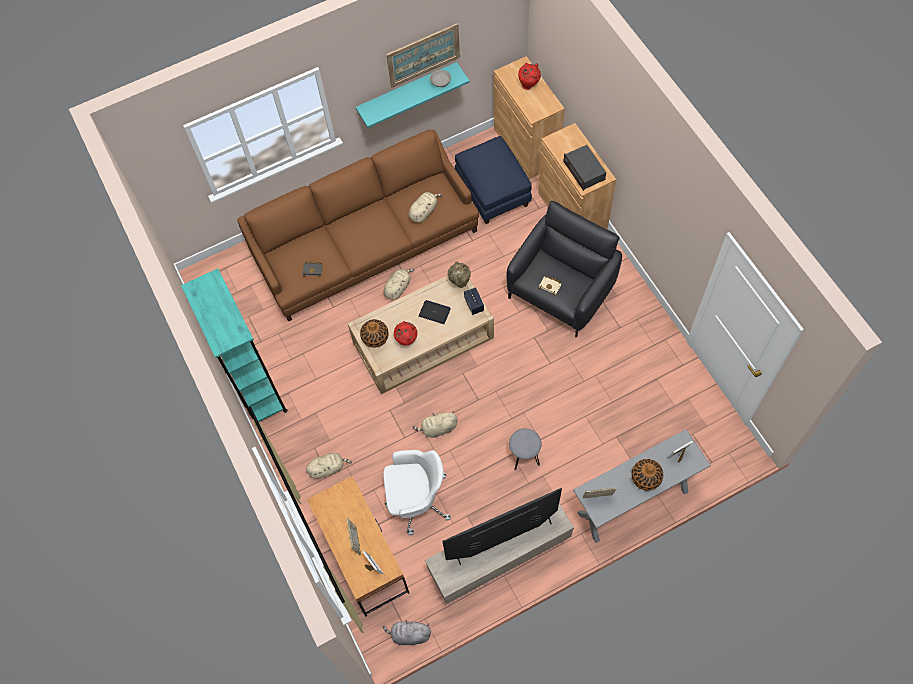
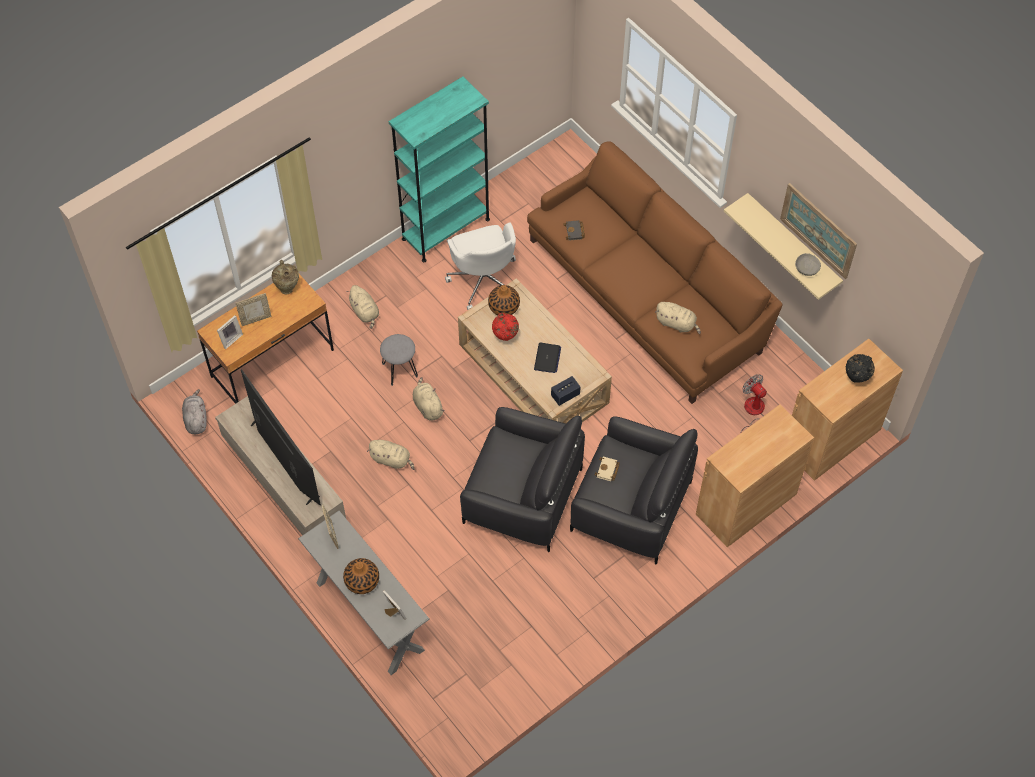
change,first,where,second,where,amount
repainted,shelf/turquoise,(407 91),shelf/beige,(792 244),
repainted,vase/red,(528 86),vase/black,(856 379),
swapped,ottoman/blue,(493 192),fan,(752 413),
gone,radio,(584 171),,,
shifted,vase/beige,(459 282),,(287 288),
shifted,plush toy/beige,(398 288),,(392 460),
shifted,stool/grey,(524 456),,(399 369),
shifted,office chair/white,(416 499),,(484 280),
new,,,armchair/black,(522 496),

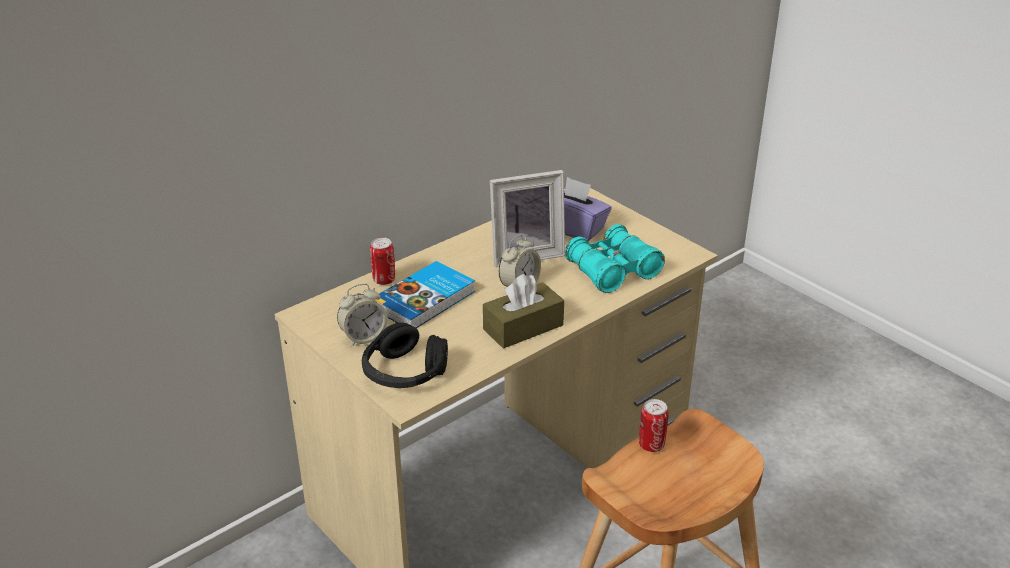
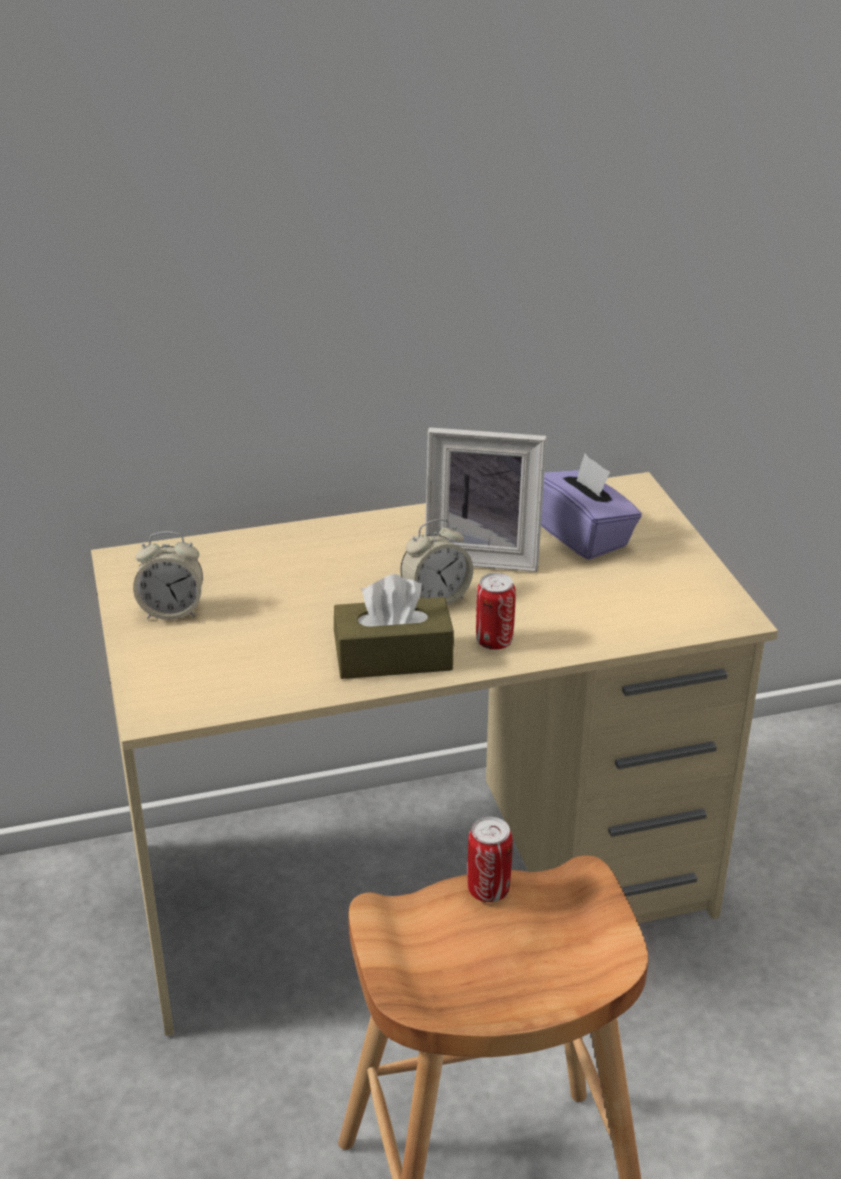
change,first,where,second,where,amount
gone,binoculars/turquoise,(613 271),,,
shifted,can,(384 280),,(494 641),
gone,book,(426 300),,,
gone,headphones/black,(404 372),,,

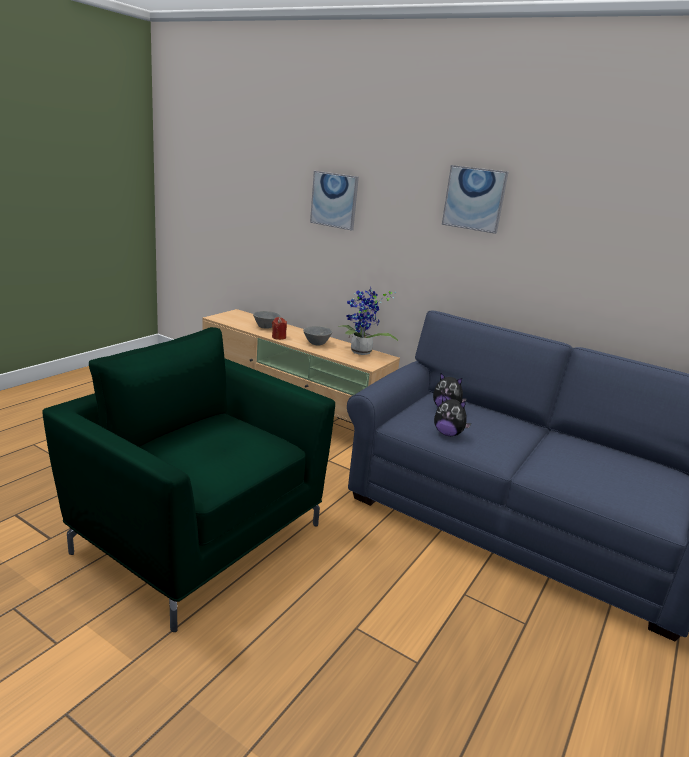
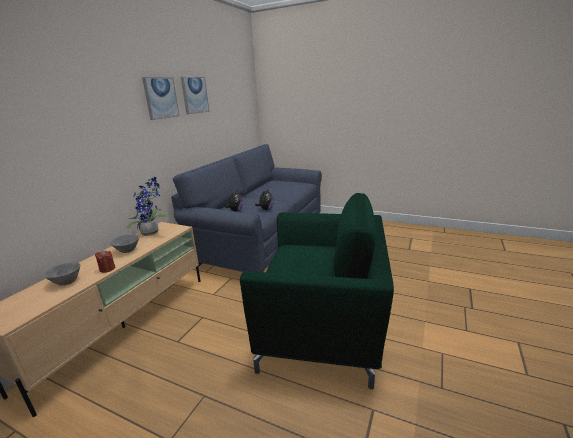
change,first,where,second,where,amount
shifted,picture,(334 200),,(194 95),
rotated,armchair/green,(199 535),,(323 328),105 degrees counterclockwise

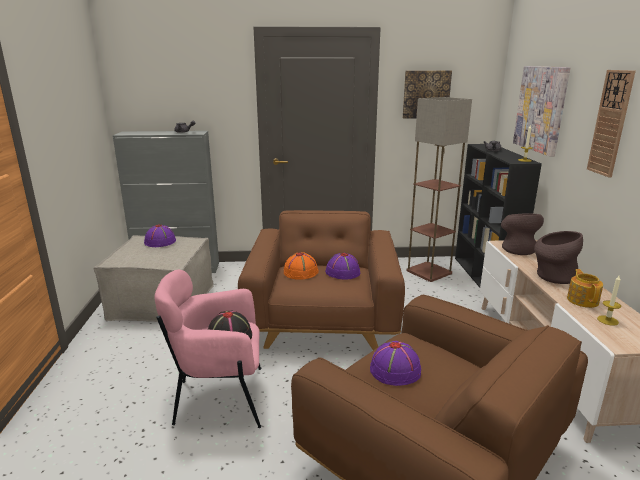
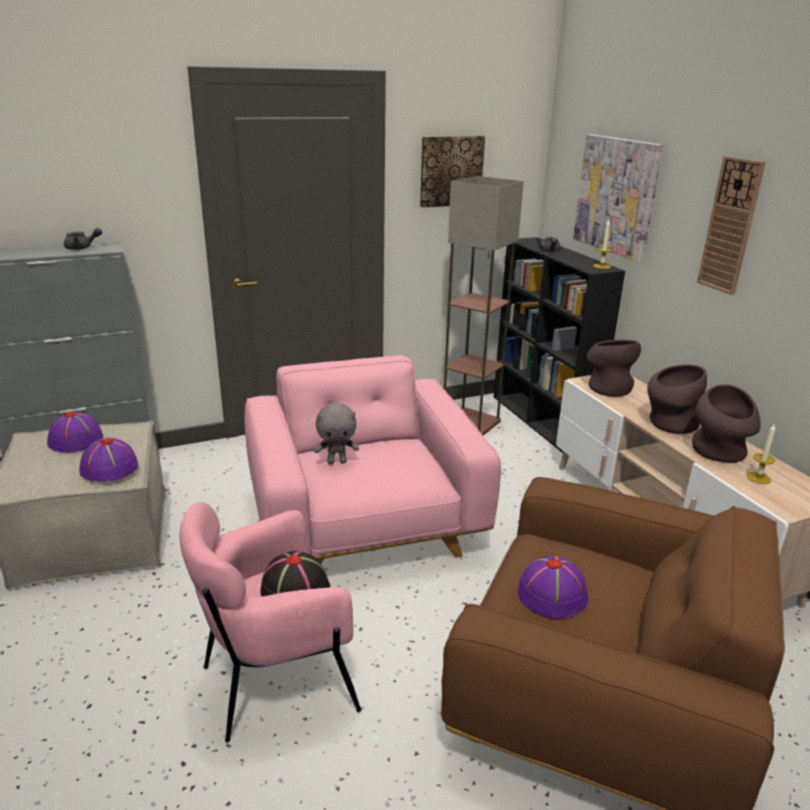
change,first,where,second,where,amount
repainted,armchair/brown,(323 320),armchair/pink,(364 523),
swapped,hat/orange,(301 272),plush toy/grey,(337 461),
shifted,hat/purple,(342 272),,(109 468),
swapped,teapot,(582 300),vase/brown,(719 454),

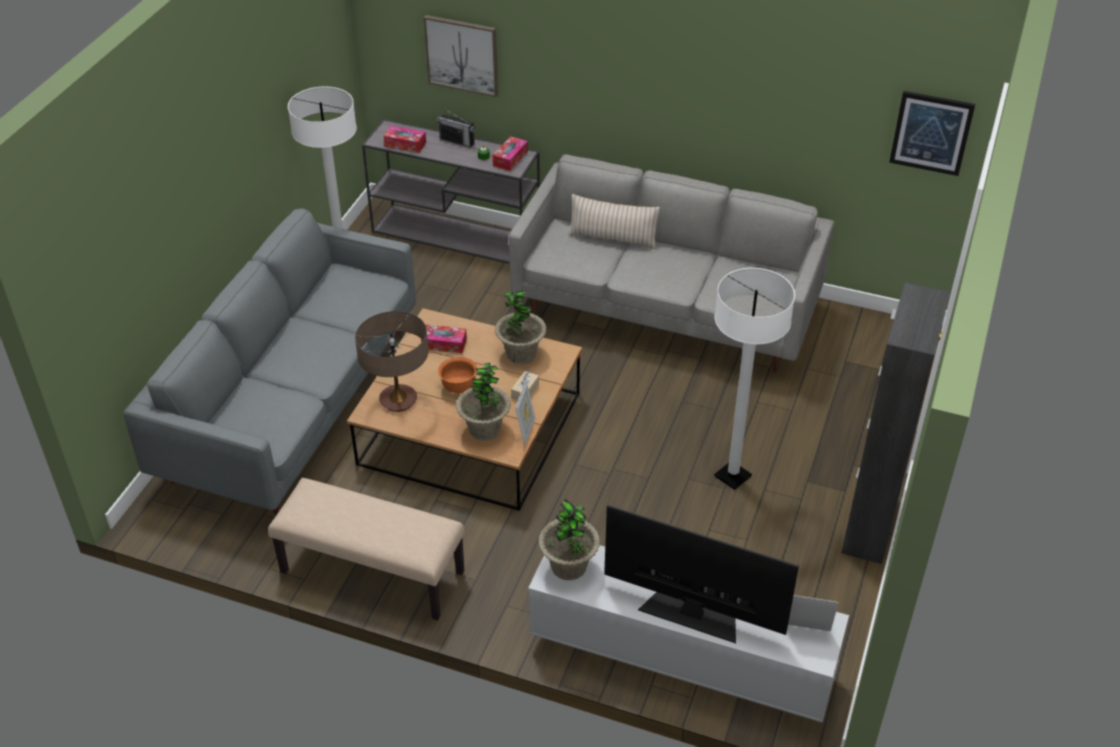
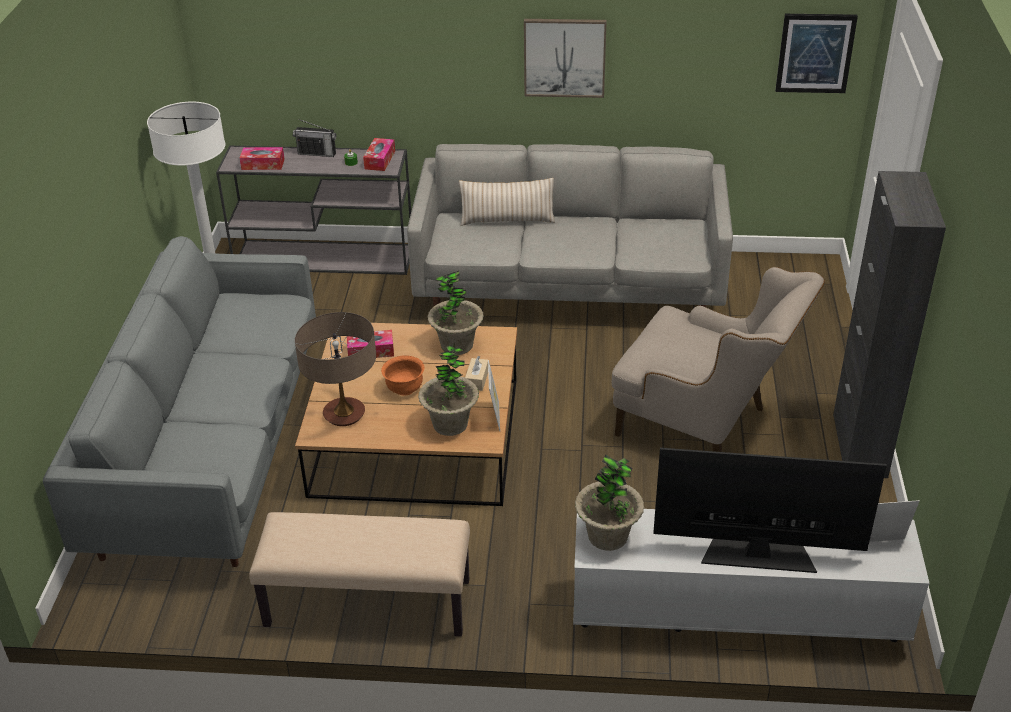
change,first,where,second,where,amount
shifted,picture,(462 55),,(564 57),
swapped,floor lamp/white,(732 476),armchair/beige,(705 427),

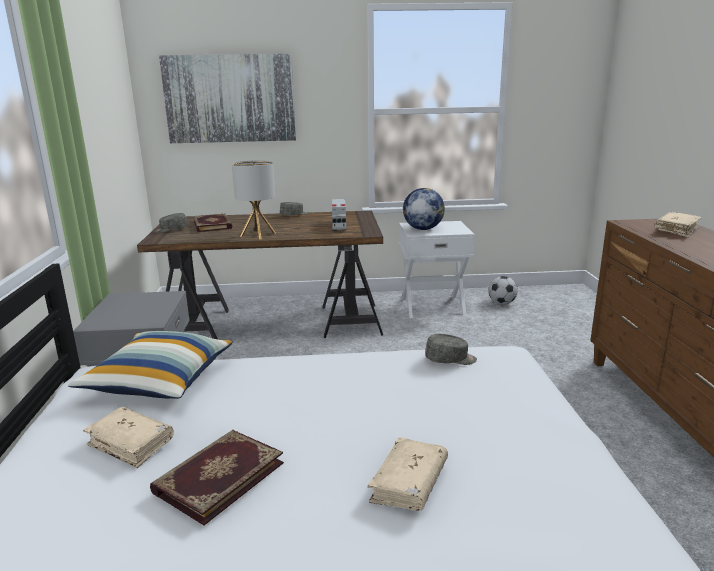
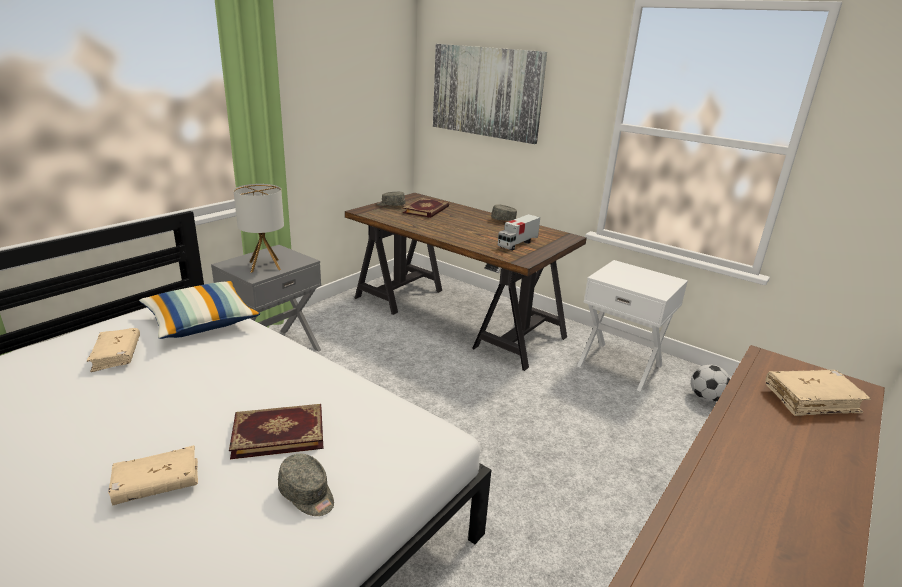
change,first,where,second,where,amount
shifted,table lamp,(258 234),,(265 265),
gone,globe,(422 229),,,
shifted,cap/grey,(450 359),,(307 495),
shifted,book,(218 477),,(278 432),

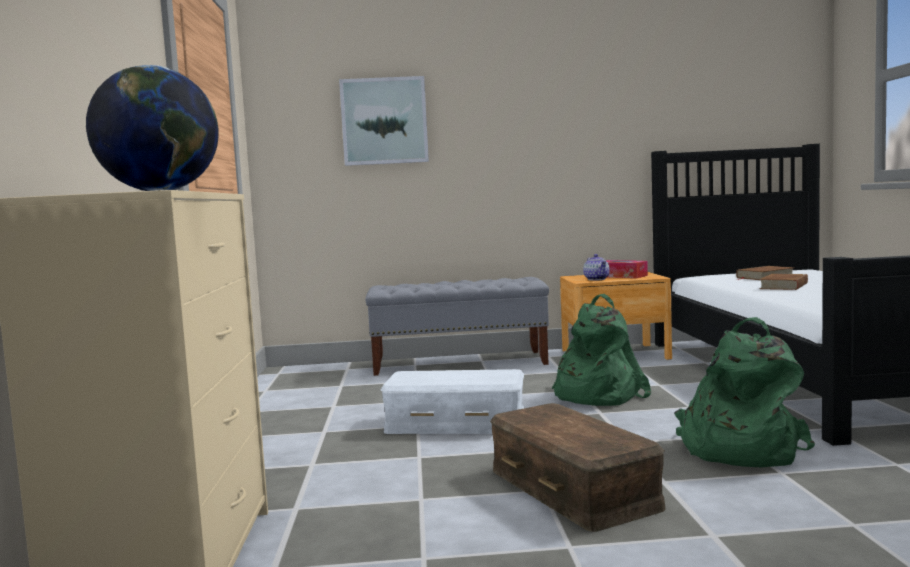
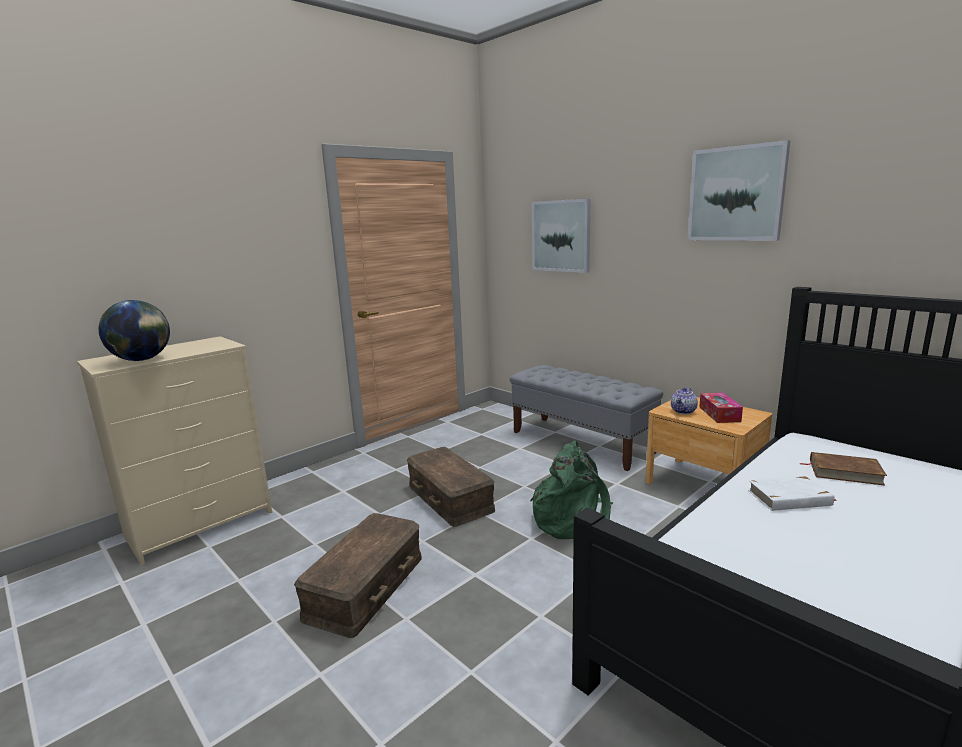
change,first,where,second,where,amount
repainted,book/brown,(784 286),book/white,(789 498),
gone,backpack/green,(737 449),,,
repainted,storage box/white,(456 422),storage box/brown,(451 497),
new,,,picture,(736 194),

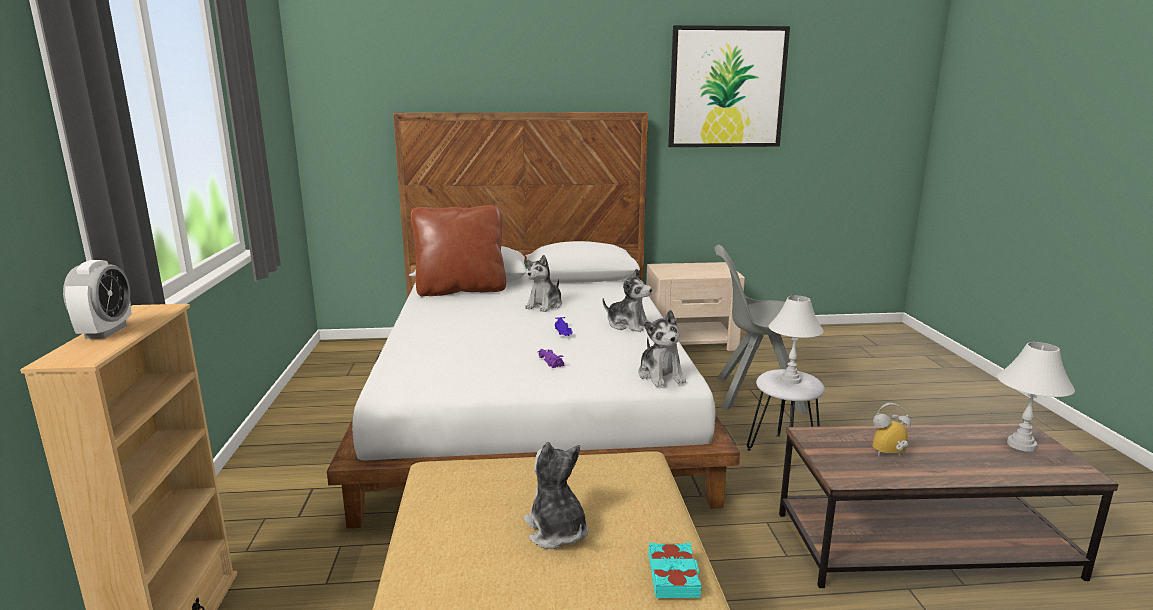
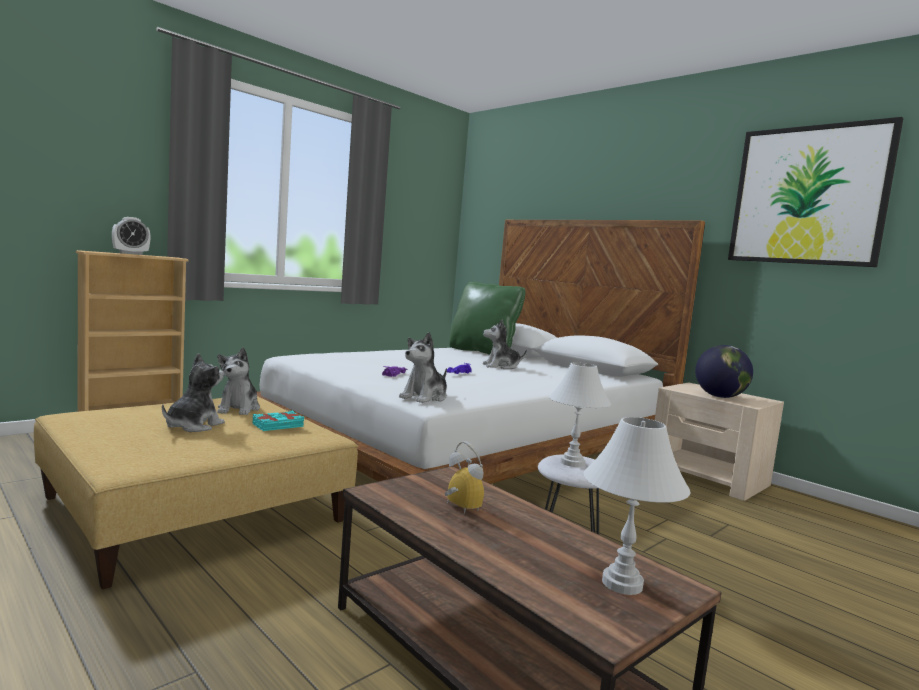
change,first,where,second,where,amount
repainted,pillow/brown,(461 290),pillow/green,(483 352),
gone,chair/grey,(756 395),,,
shifted,plush toy,(628 325),,(239 409),
shifted,book/turquoise,(674 575),,(278 425),
new,,,globe,(720 397),

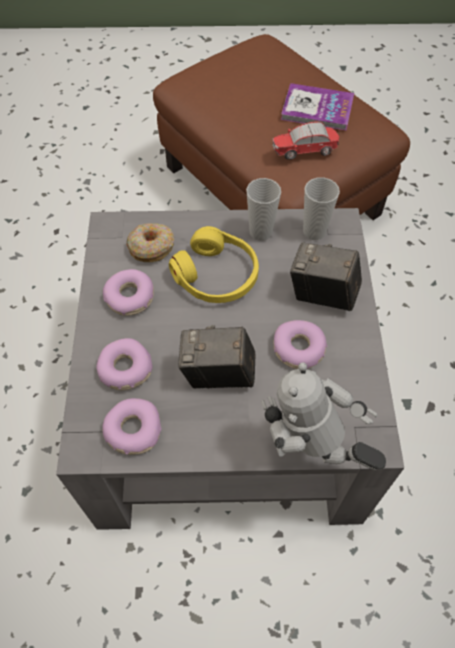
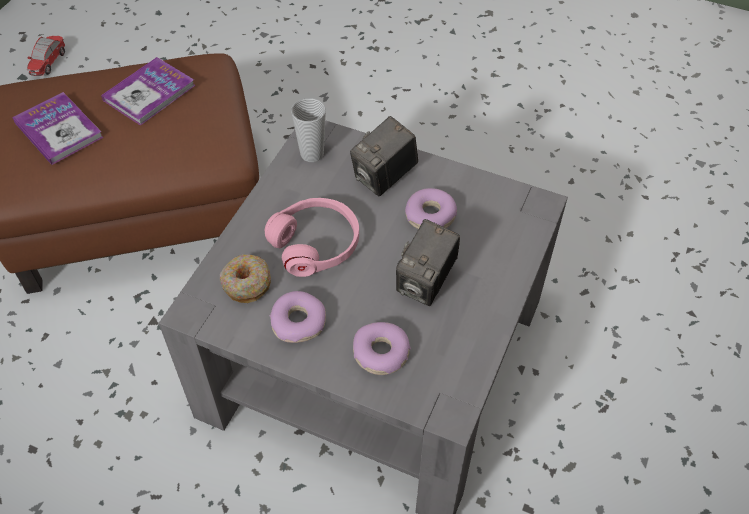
change,first,where,second,where,amount
shifted,toy car,(305 151),,(49 63),
gone,cup,(260 232),,,
repainted,headphones/yellow,(216 275),headphones/pink,(315 244),
gone,toy robot,(310 454),,,
gone,donut,(133 430),,,
new,,,book,(58 130),

